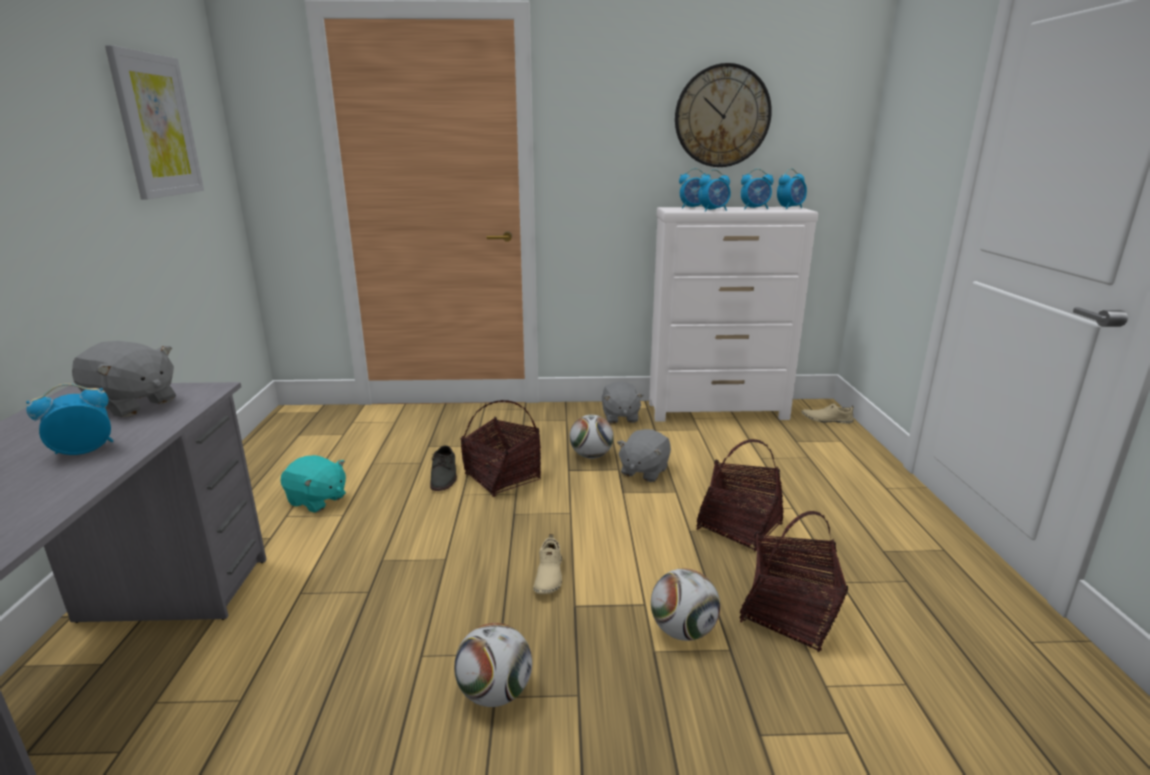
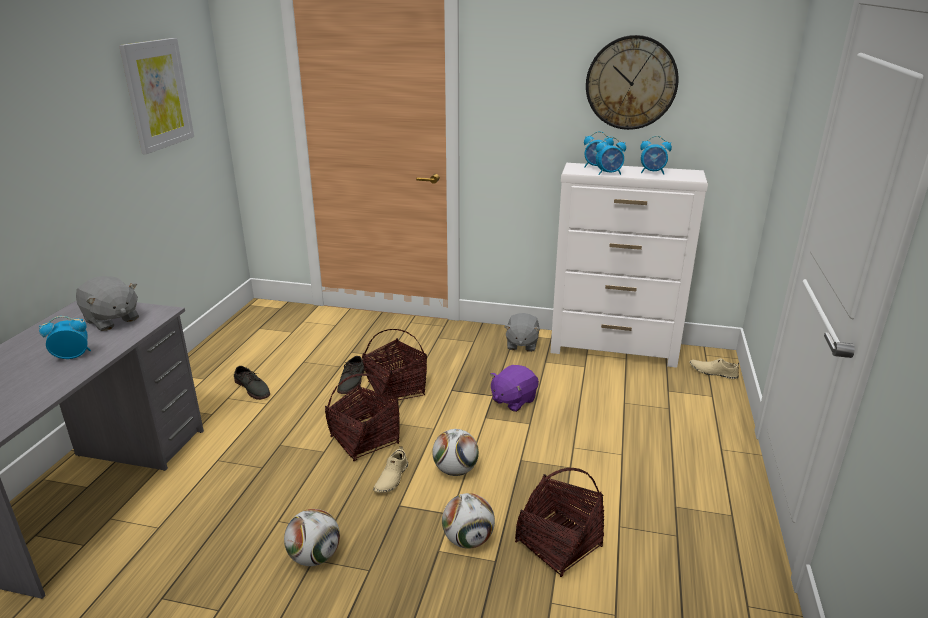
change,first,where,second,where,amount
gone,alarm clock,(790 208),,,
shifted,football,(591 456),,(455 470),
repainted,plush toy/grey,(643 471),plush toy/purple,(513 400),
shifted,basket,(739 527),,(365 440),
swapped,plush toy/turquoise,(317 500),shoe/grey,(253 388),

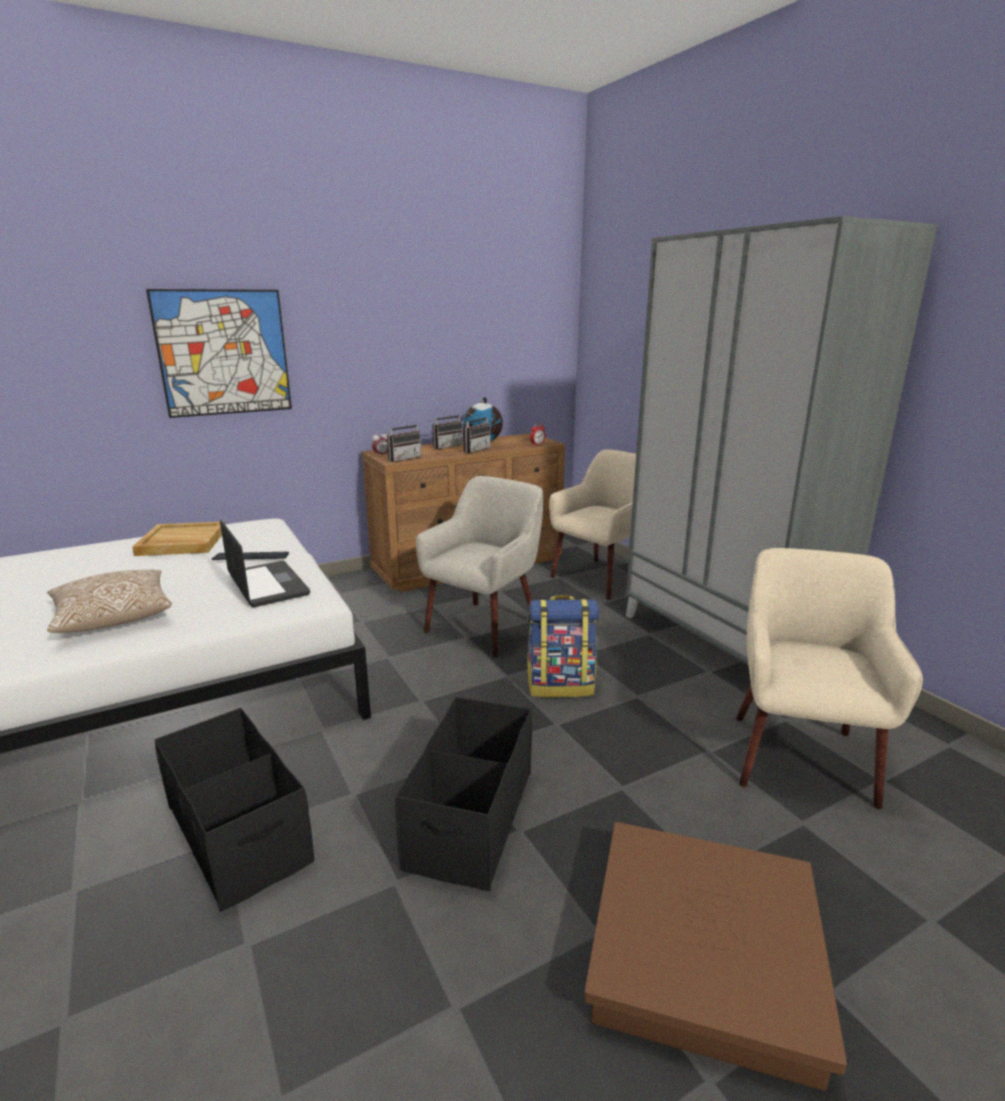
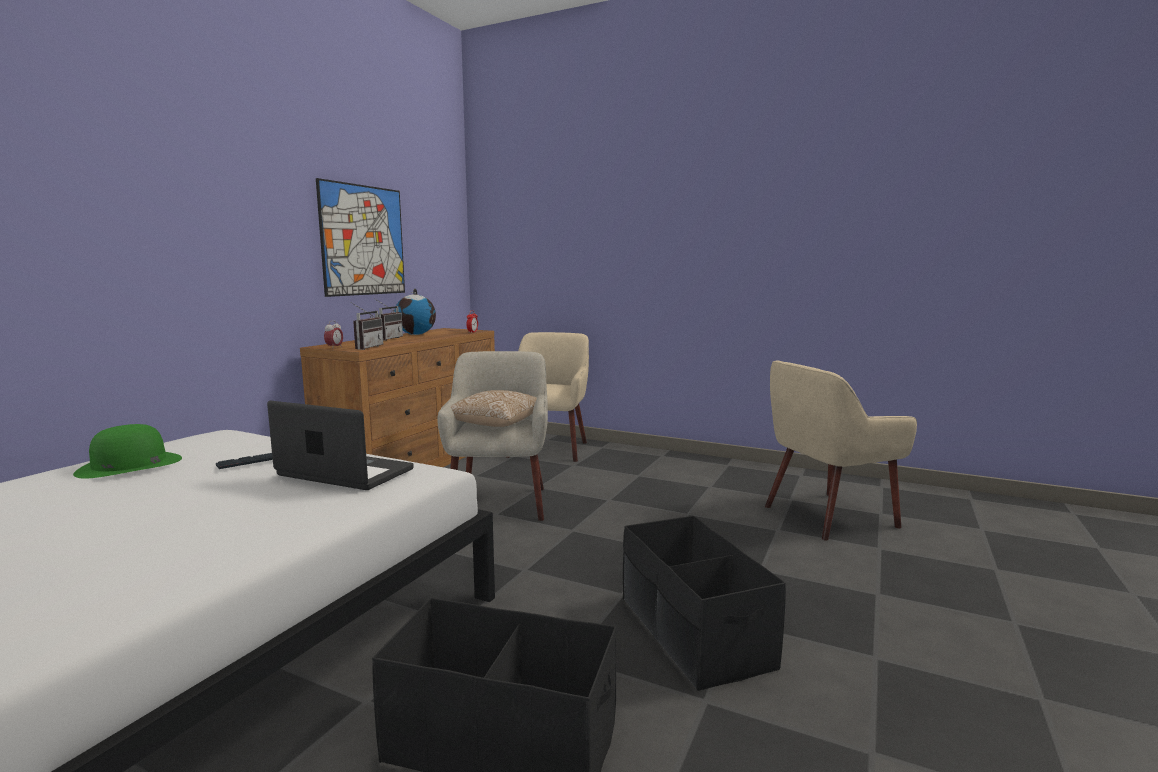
change,first,where,second,where,amount
gone,wardrobe/grey,(725 642),,,
shifted,picture,(224 353),,(363 240),
gone,radio,(474 450),,,
swapped,tray/beige,(181 542),hat/green,(129 465),
rotated,armchair/beige,(799 756),,(827 516),90 degrees counterclockwise
shifted,pillow,(114 617),,(494 423),
gone,backpack,(561 685),,,
gone,storage box/brown,(704 956),,,

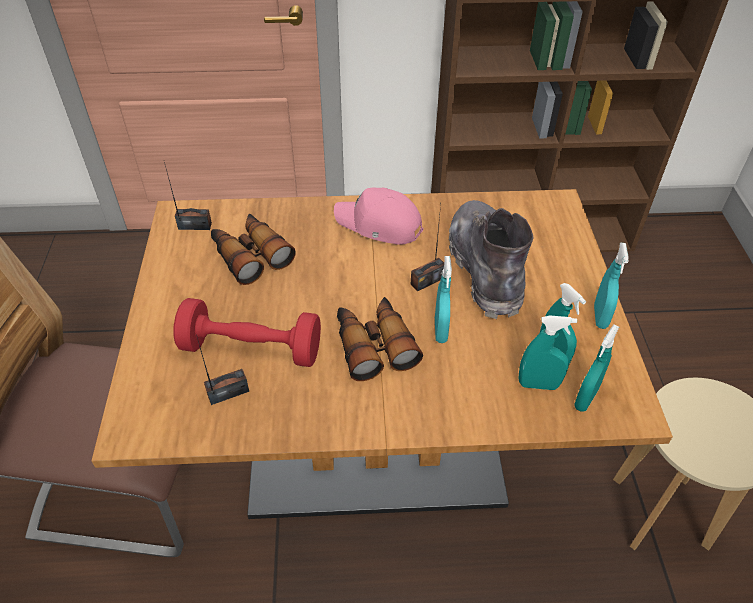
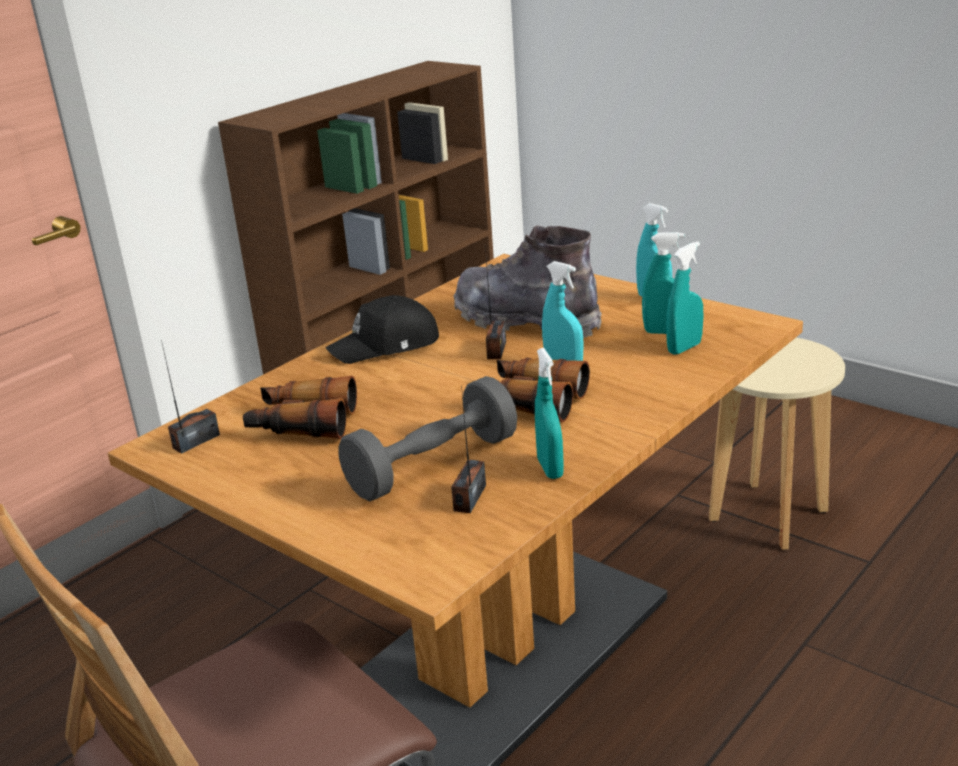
change,first,where,second,where,amount
repainted,cap/pink,(379 225),cap/black,(386 346),
repainted,dumbbell/red,(252 349),dumbbell/grey,(433 465),
shifted,spray bottle/turquoise,(585 398),,(550 468),

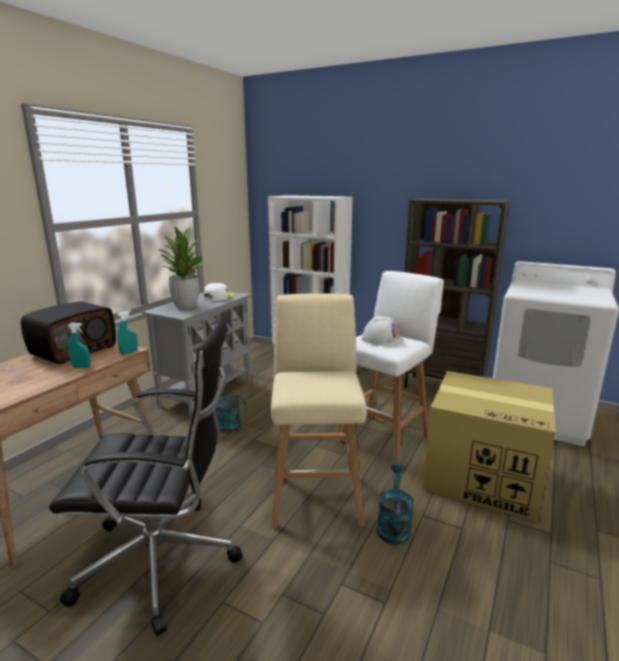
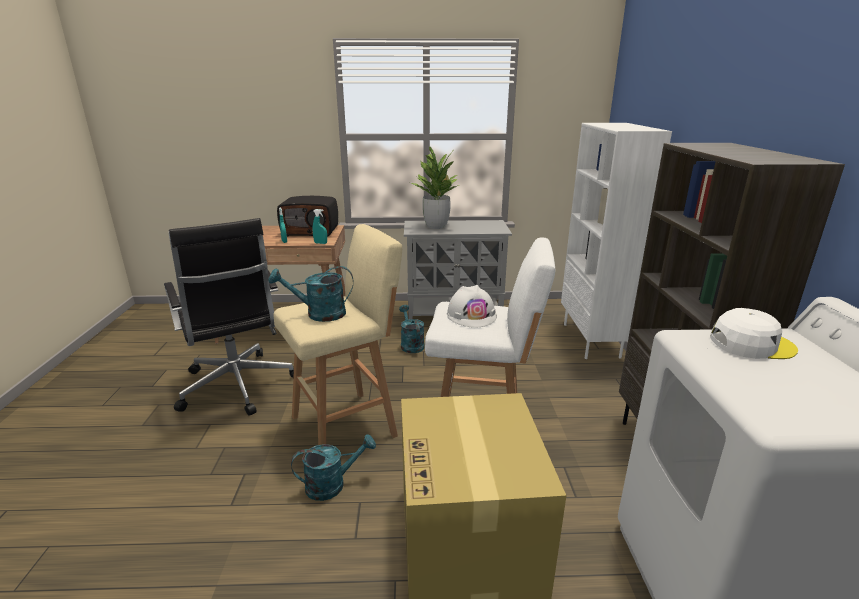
change,first,where,second,where,amount
shifted,cap/white,(218 297),,(751 344),
new,,,watering can/turquoise,(319 314),

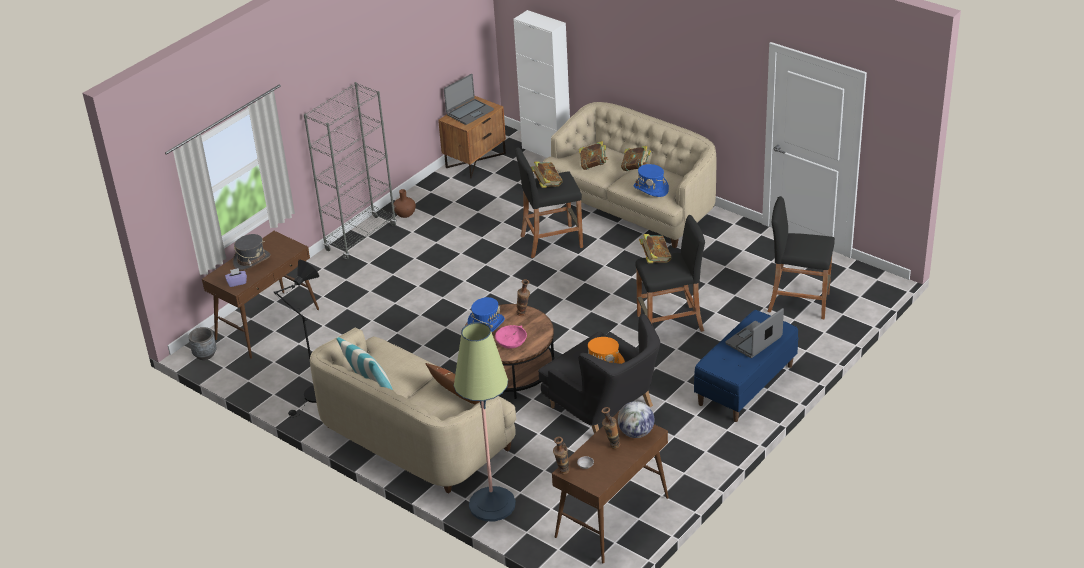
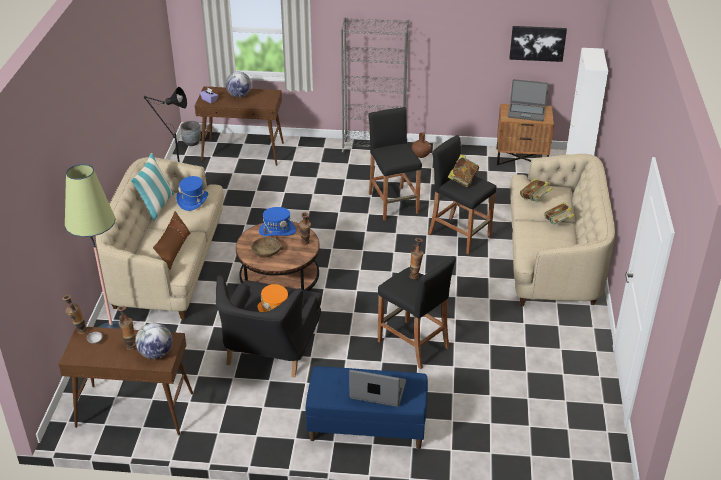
change,first,where,second,where,amount
shifted,hat/blue,(651 189),,(193 200),
shifted,stool/black,(798 302),,(393 203),
swapped,hat/grey,(252 260),globe,(239 95),
swapped,book,(655 258),vase,(415 275),
repainted,bowl/pink,(511 341),bowl/brown,(266 251),
new,,,picture,(537 43),

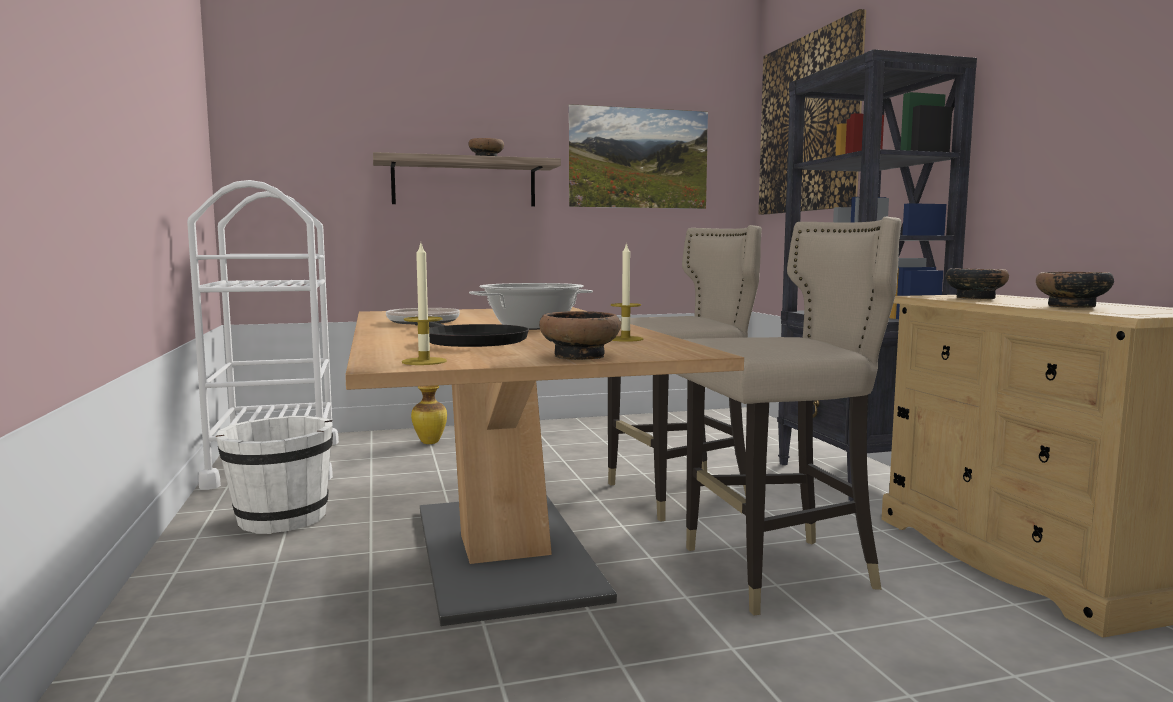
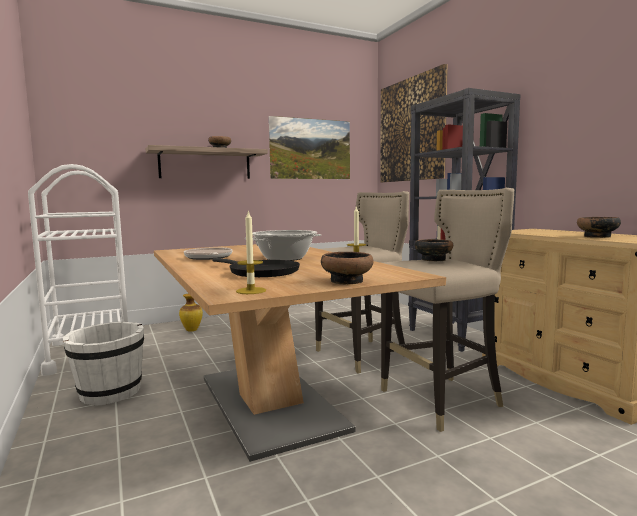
change,first,where,second,where,amount
shifted,bowl,(974 298),,(433 260),

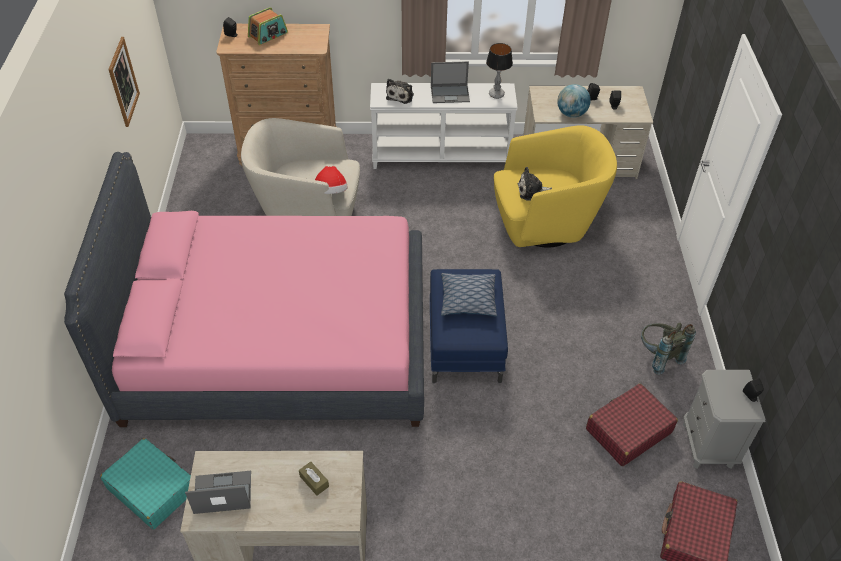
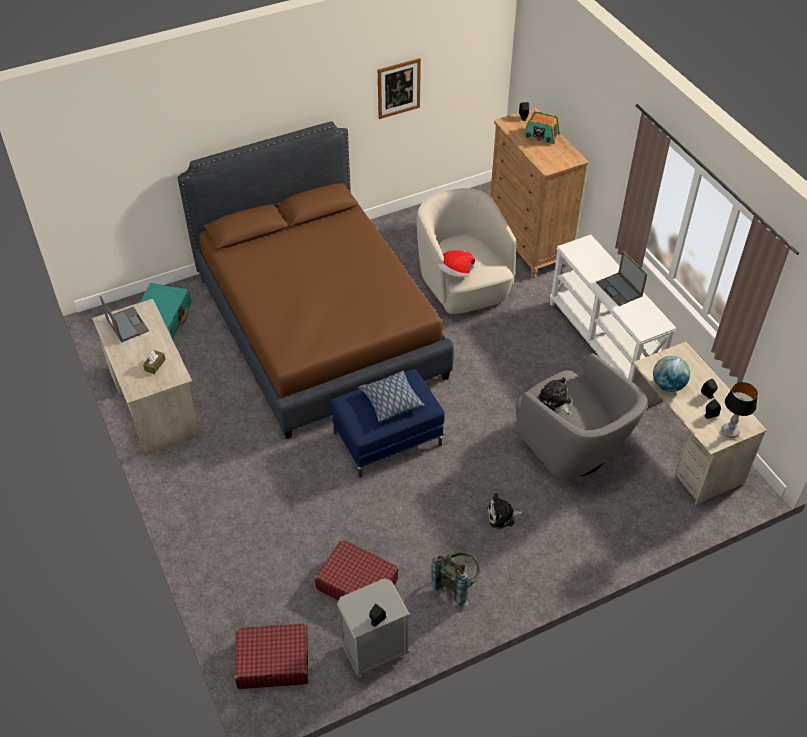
change,first,where,second,where,amount
shifted,table lamp,(496 94),,(730 431),
shifted,plush toy,(401 95),,(502 516),
repainted,armchair/yellow,(546 223),armchair/grey,(571 449),
repainted,bed/pink,(278 342),bed/brown,(319 326),

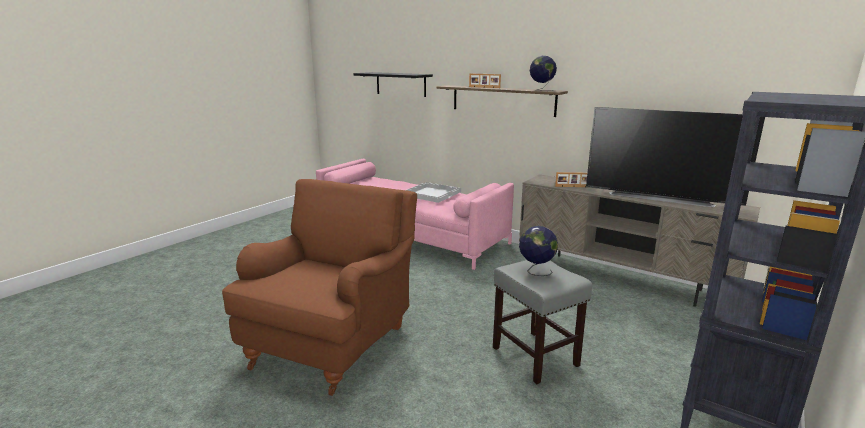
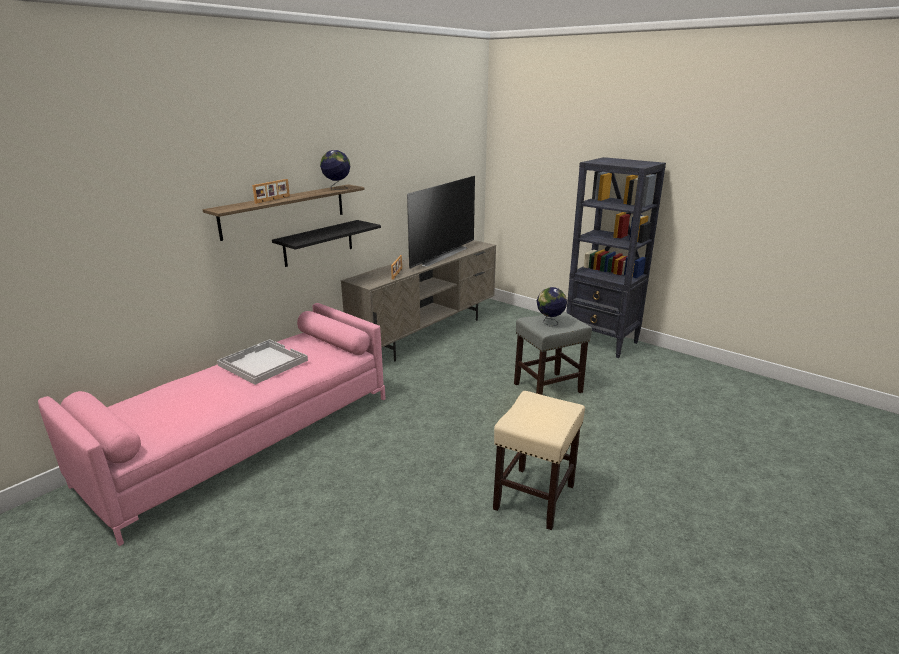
change,first,where,second,where,amount
shifted,shelf/black,(400 84),,(318 243),
swapped,armchair/brown,(334 341),stool/beige,(534 496),

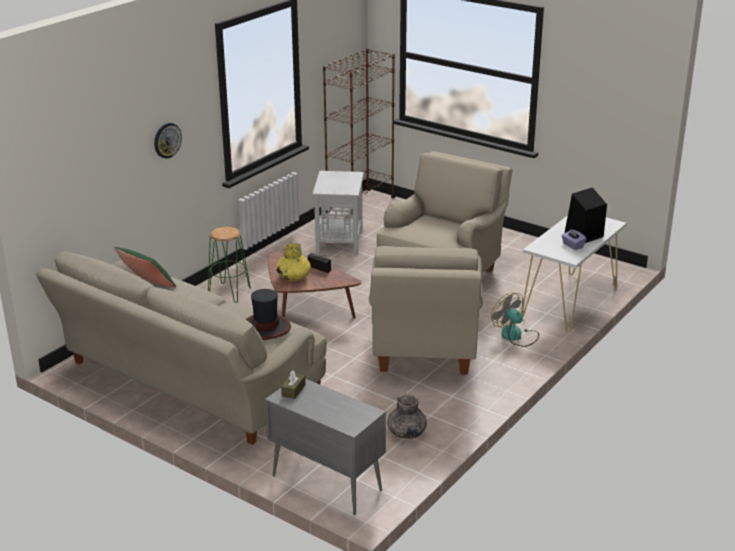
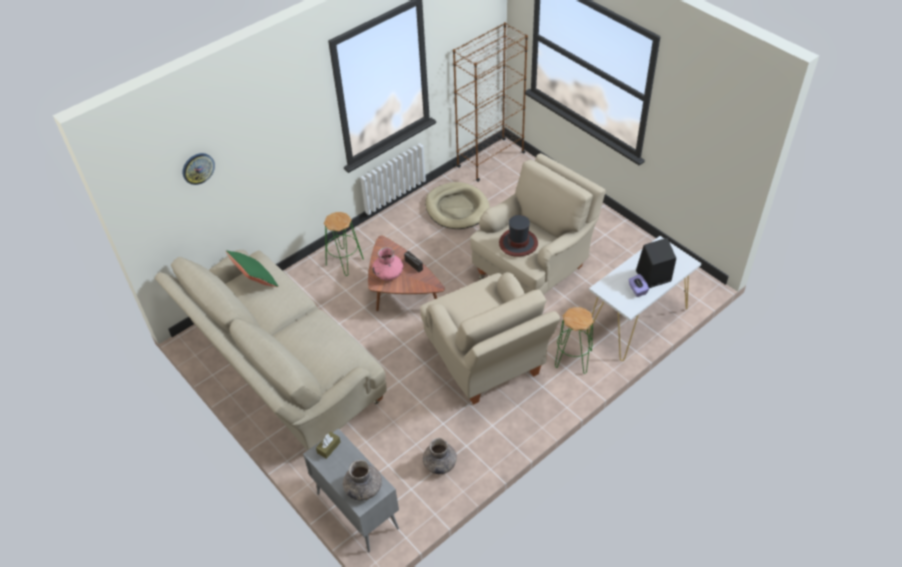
change,first,where,second,where,amount
shifted,wall clock,(167 140),,(198 168),
swapped,side table/white,(339 242),dog bed/beige,(457 208),
repainted,vase/yellow,(293 277),vase/pink,(388 273),
rotated,armchair/beige,(424 349),,(487 362),45 degrees counterclockwise
shifted,hat,(266 328),,(518 243),
swapped,fan,(516 336),stool/green,(573 358),
new,,,vase/grey,(363 488),

